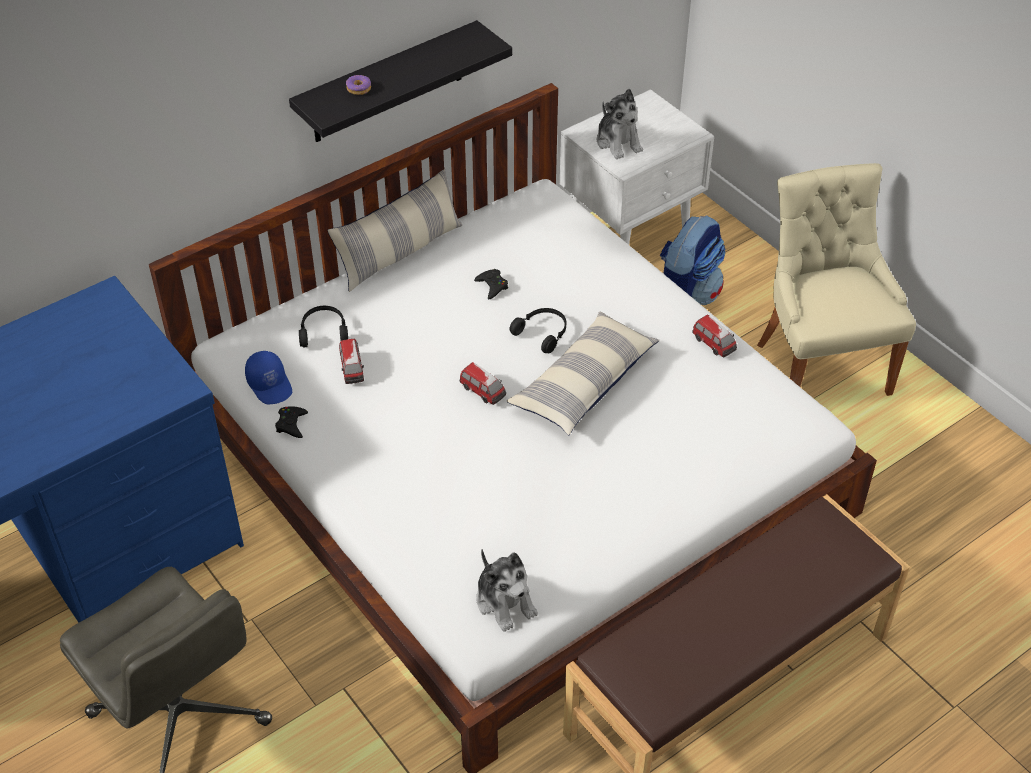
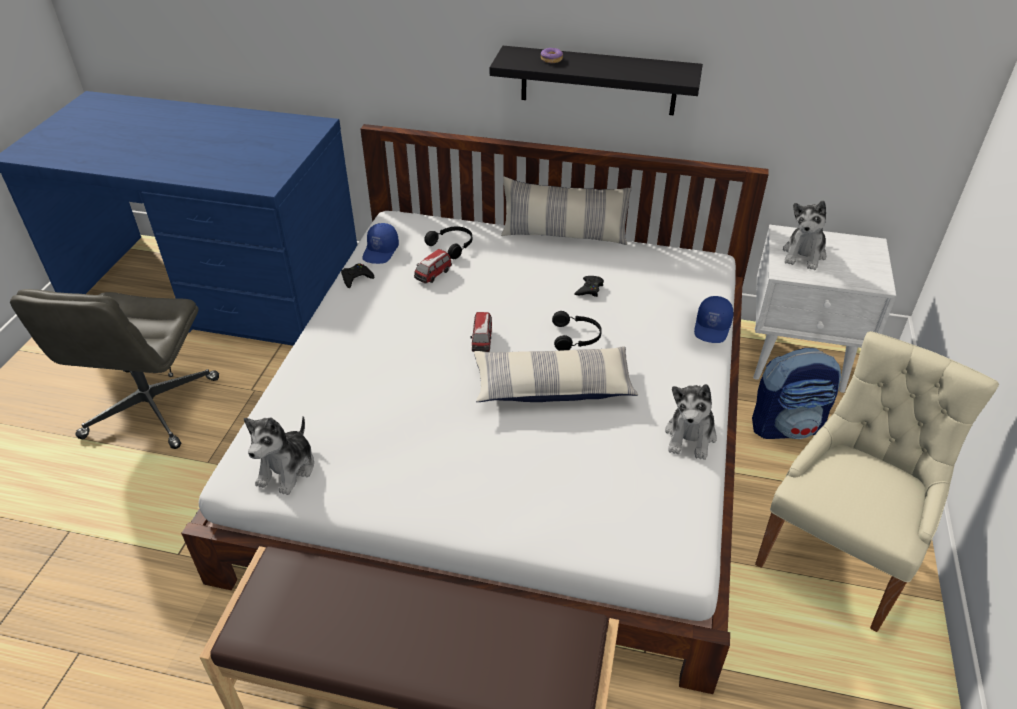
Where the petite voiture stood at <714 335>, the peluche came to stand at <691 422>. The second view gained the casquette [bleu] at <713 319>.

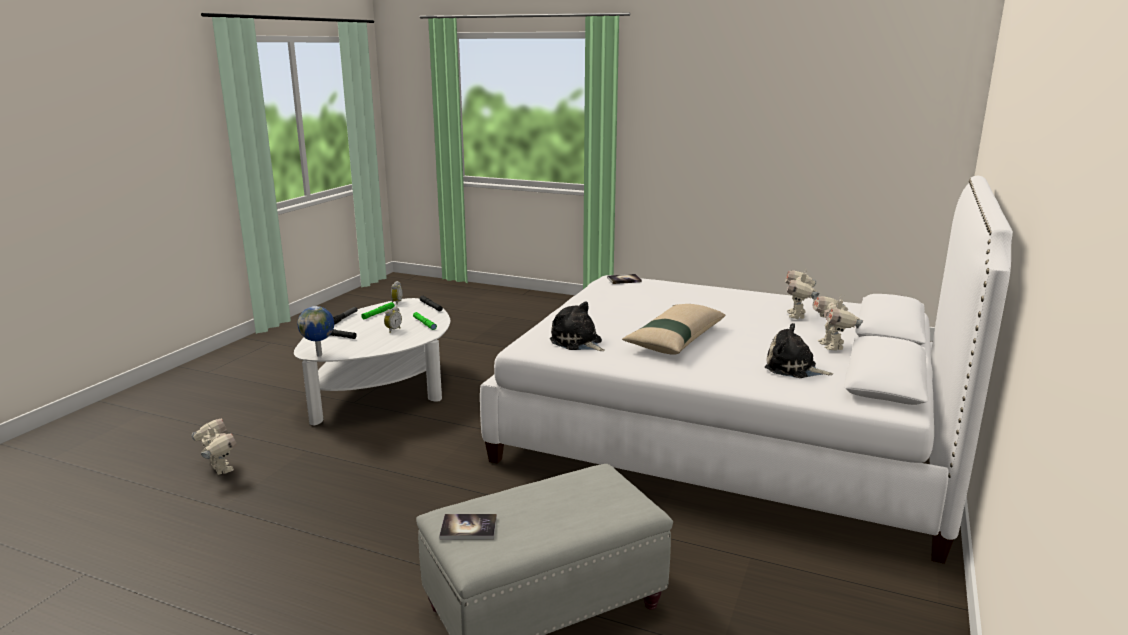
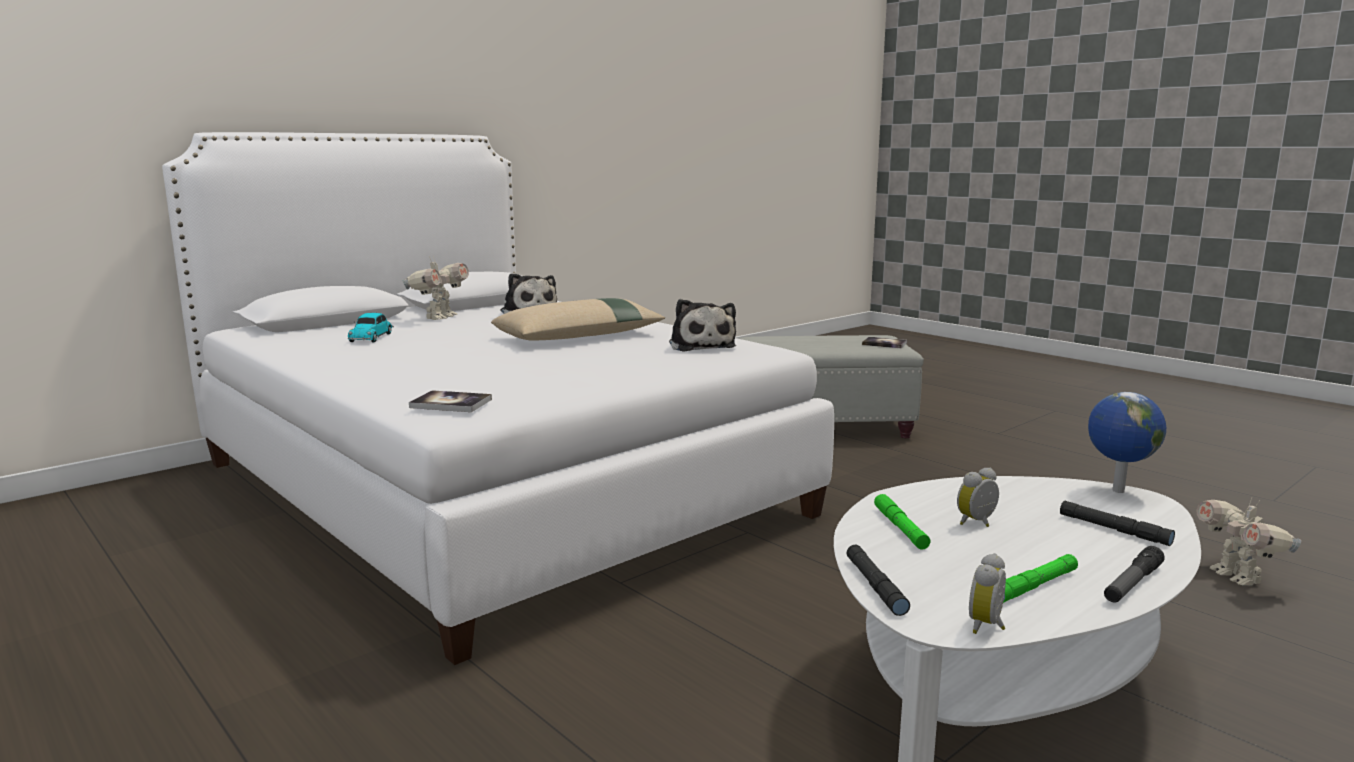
Where the robot jouet stood at <802 294>, the petite voiture came to stand at <371 328>.

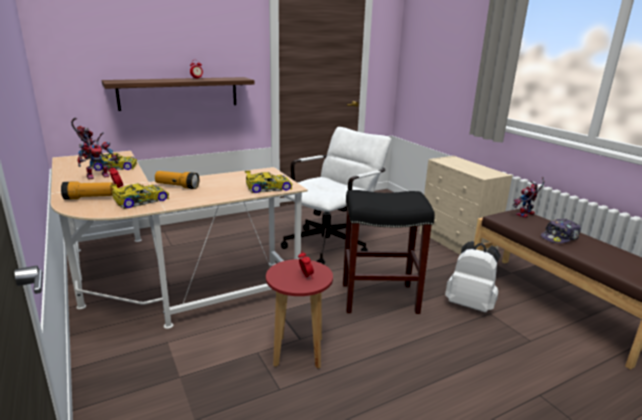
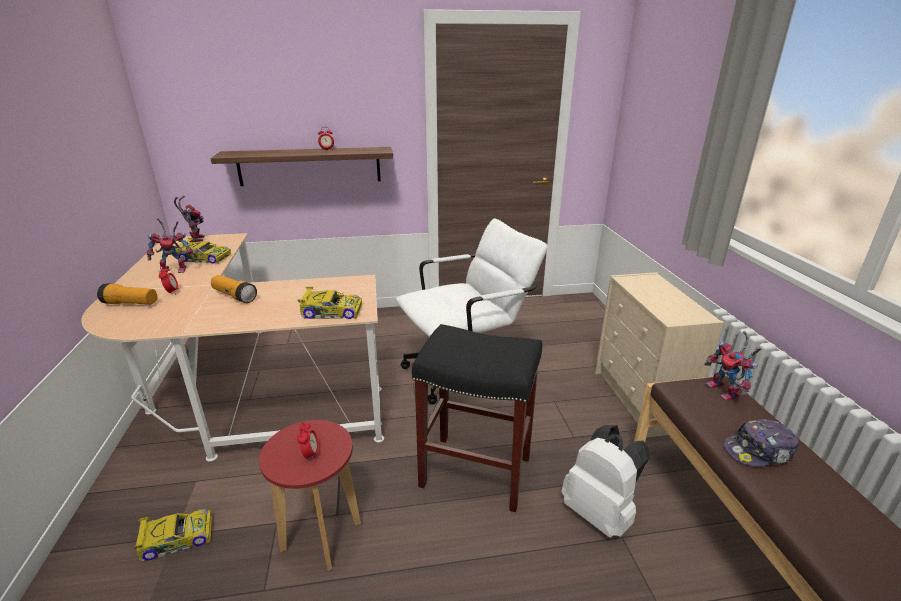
The petite voiture ended up elsewhere, having gone from <140 196> to <172 535>. The robot jouet at <528 197> ended up facing another way, 90 degrees counterclockwise from before.

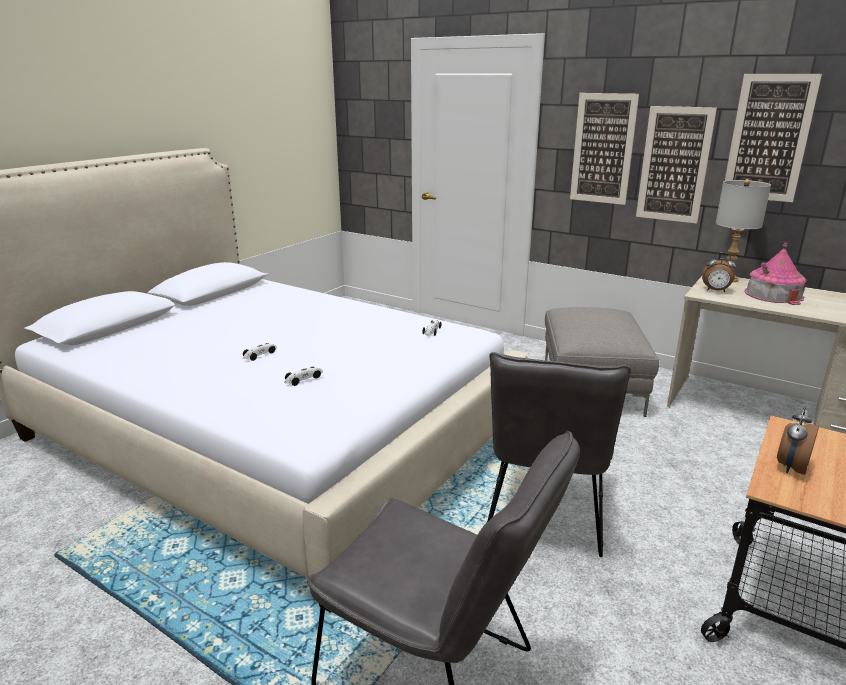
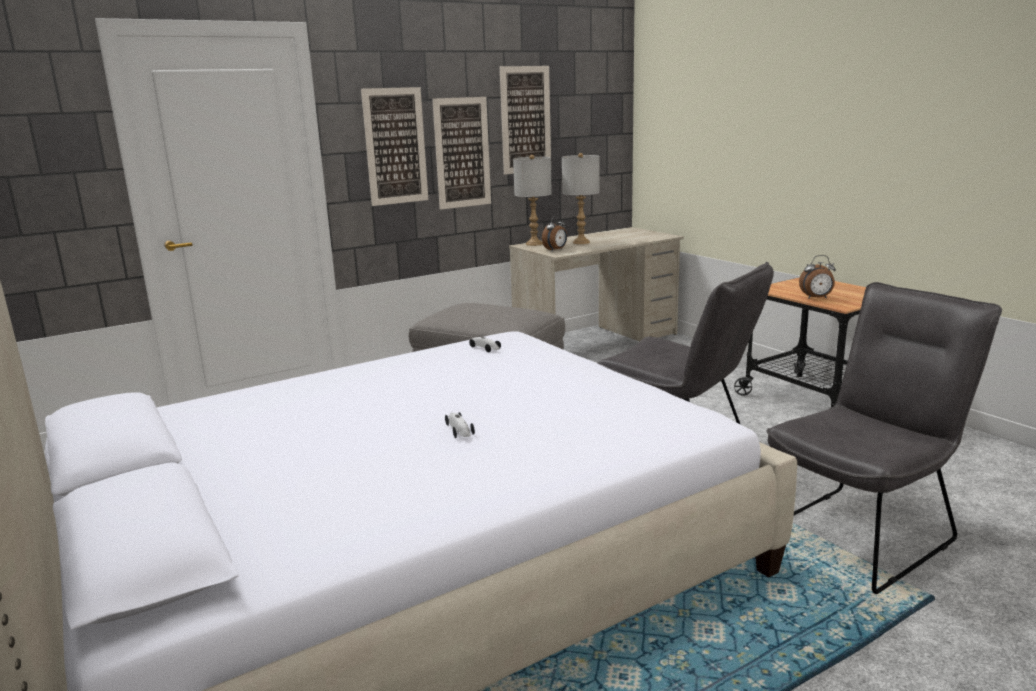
Where the maison miniature stood at <775 274>, the lampe de table [gris] came to stand at <581 198>. The réveil at <798 440> ended up facing another way, 60 degrees counterclockwise from before. The second view lost the petite voiture at <303 376>.

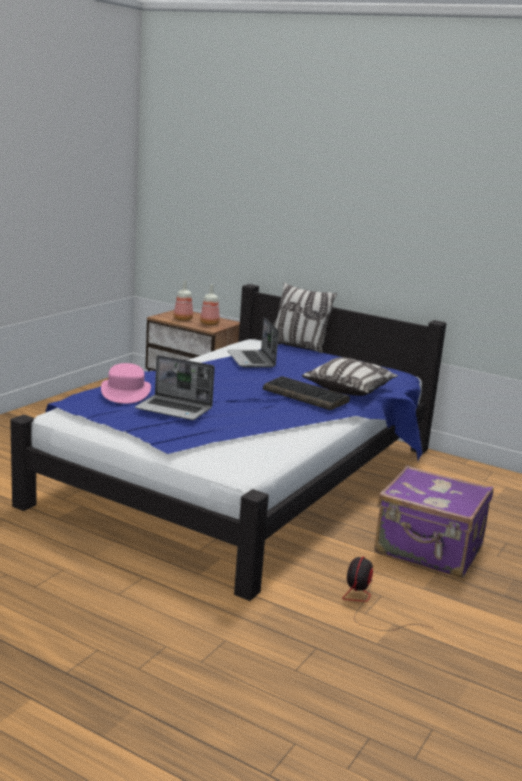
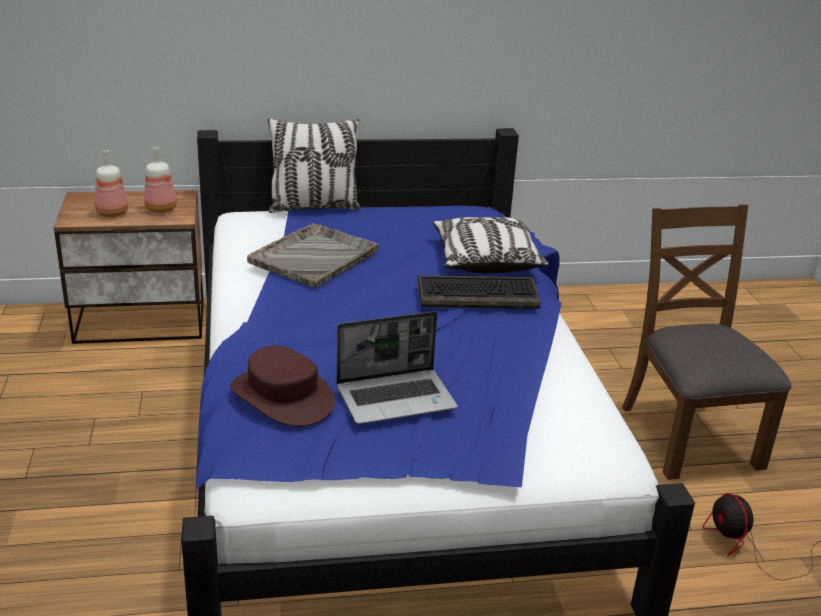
What was the chapeau [rose] at <126 383> turned into the chapeau [marron] at <282 386>. Where the ordinateur portable stood at <252 342>, the plateau [gris] came to stand at <312 255>. Where the valise [violet] stood at <433 521>, the chaise [marron] came to stand at <706 342>.

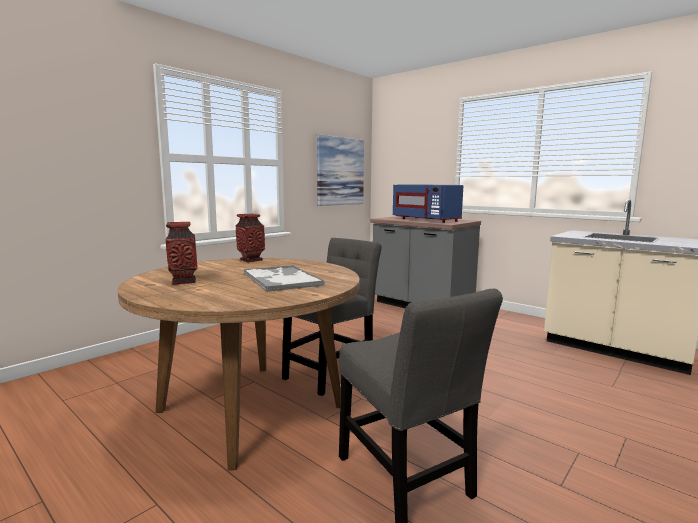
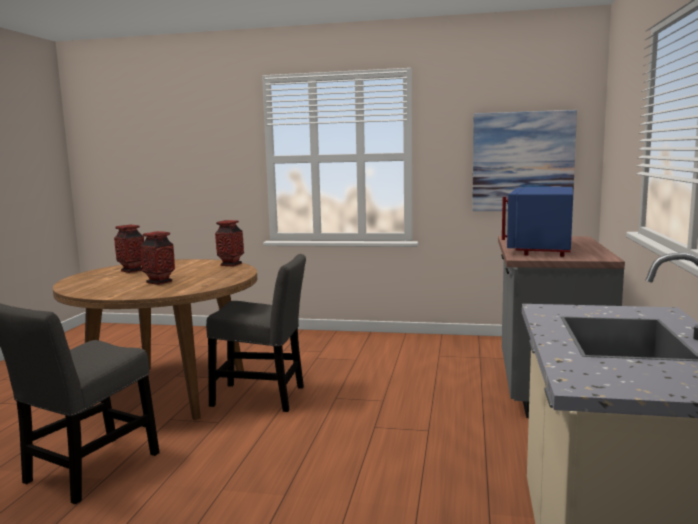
Where the plateau stood at <284 278>, the vase came to stand at <157 258>.

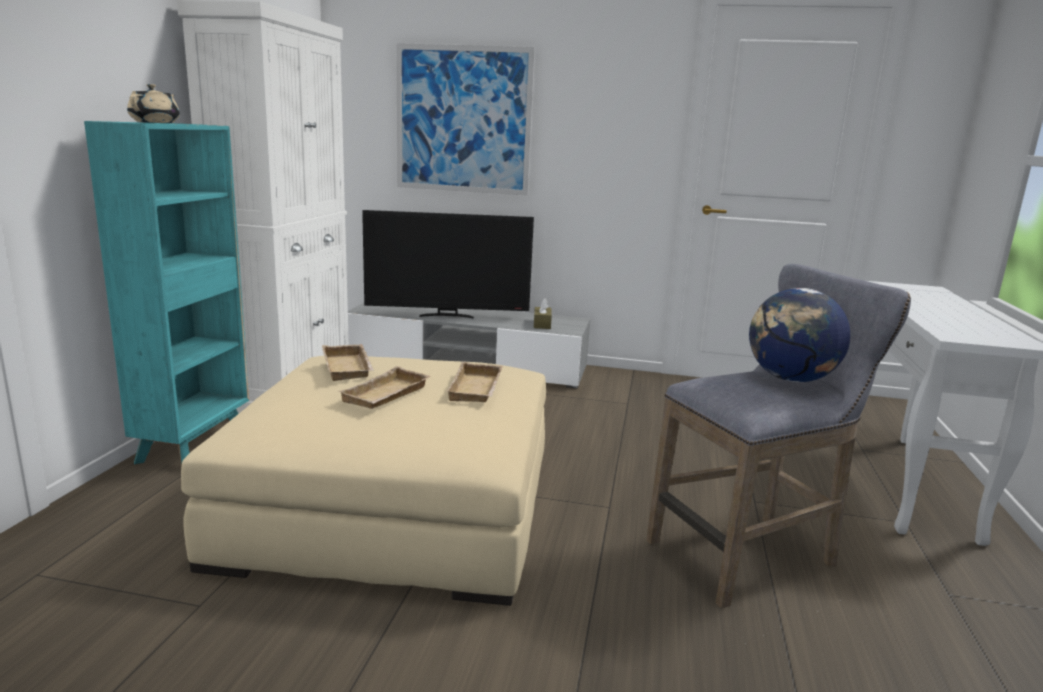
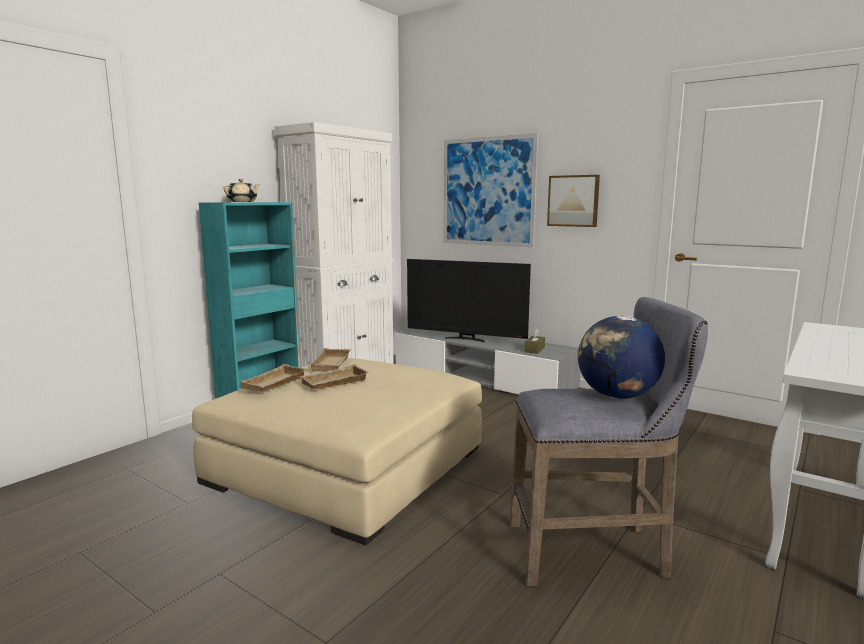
The plateau [beige] ended up elsewhere, having gone from <474 382> to <273 378>. The second view gained the tableau at <573 201>.

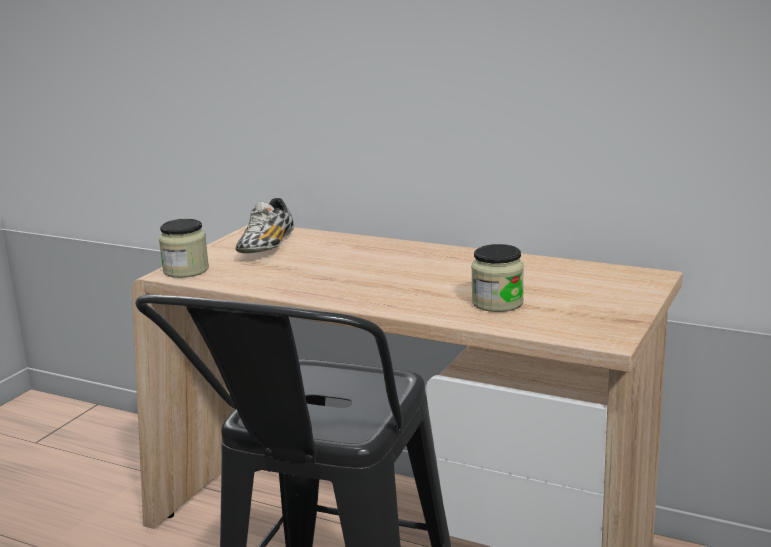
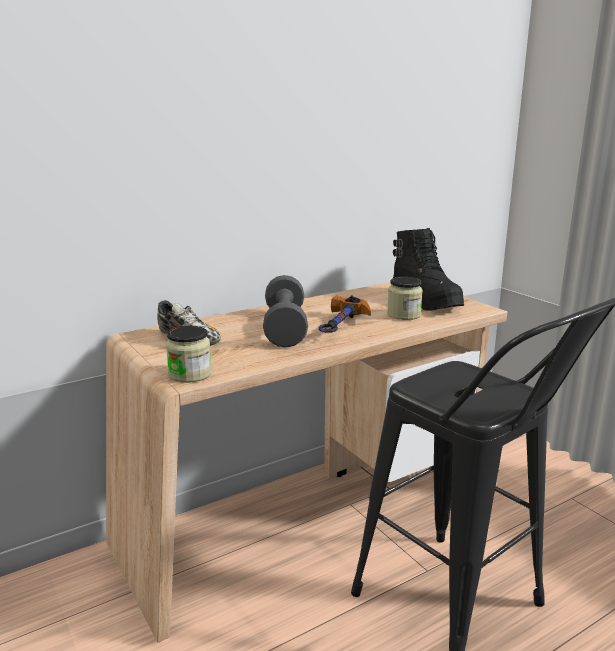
The second view gained the haltère [gris] at <285 311>. The second view gained the marteau at <344 314>. The second view gained the botte [noir] at <428 269>.

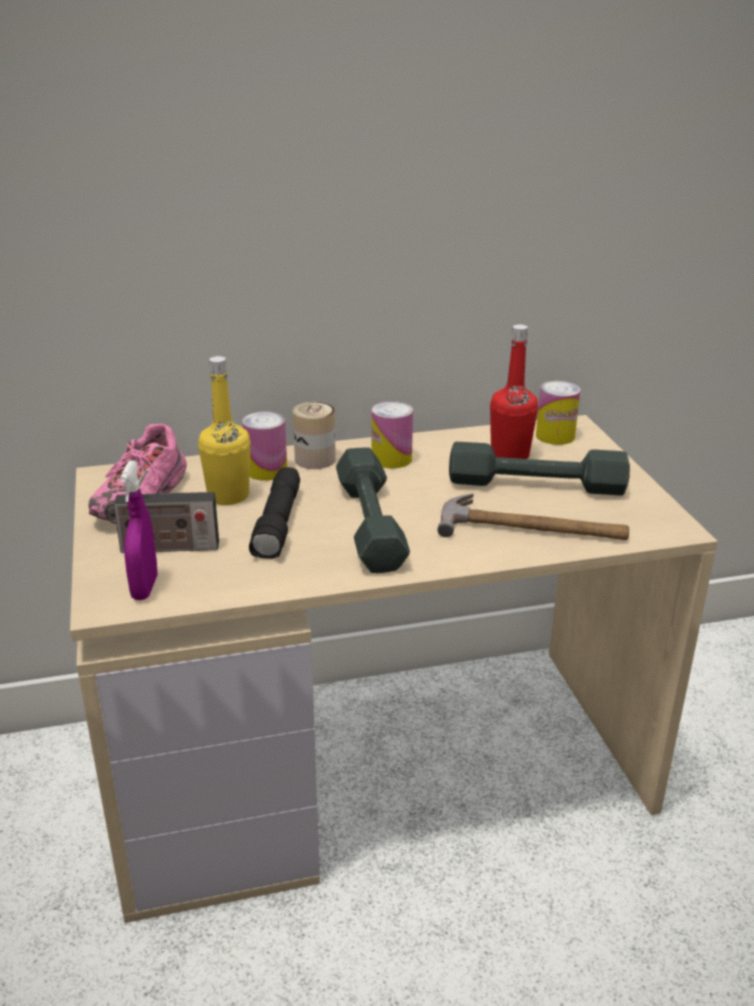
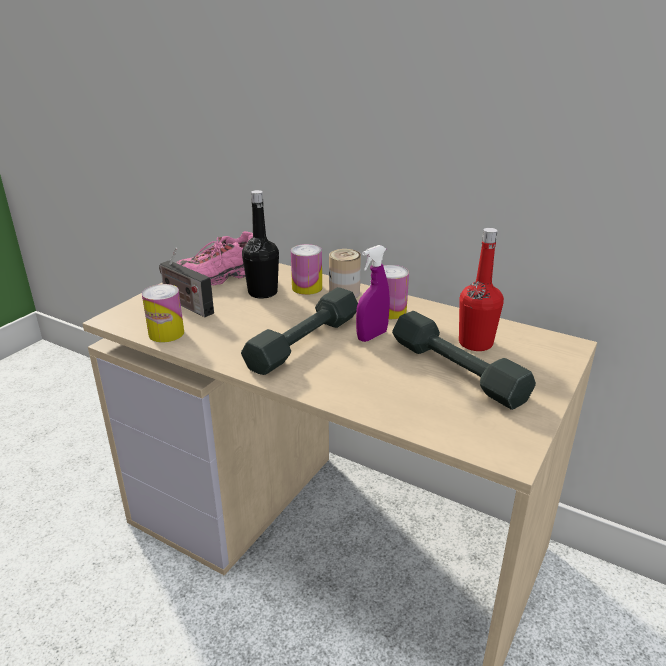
The boîte métallique ended up elsewhere, having gone from <558 413> to <163 313>. What was the bouteille [jaune] at <224 430> turned into the bouteille [noir] at <260 244>. The vaporisateur [violet] ended up elsewhere, having gone from <138 530> to <373 293>. The second view lost the lampe de poche [noir] at <274 512>. The second view lost the marteau at <533 517>.

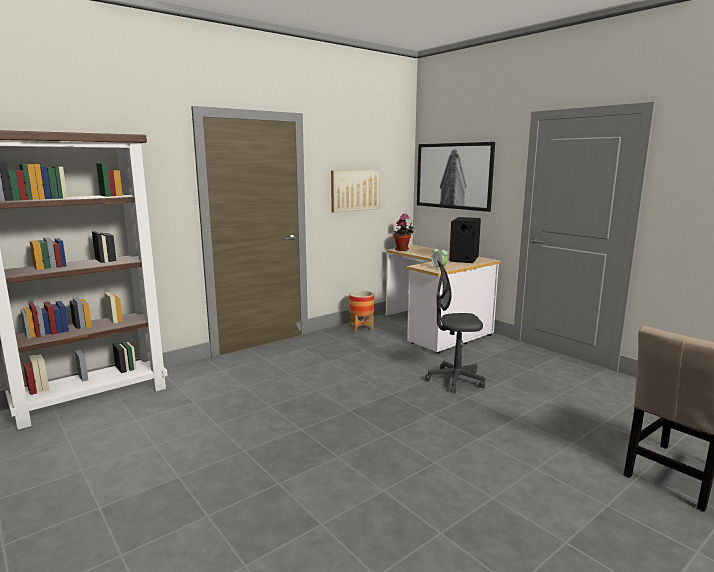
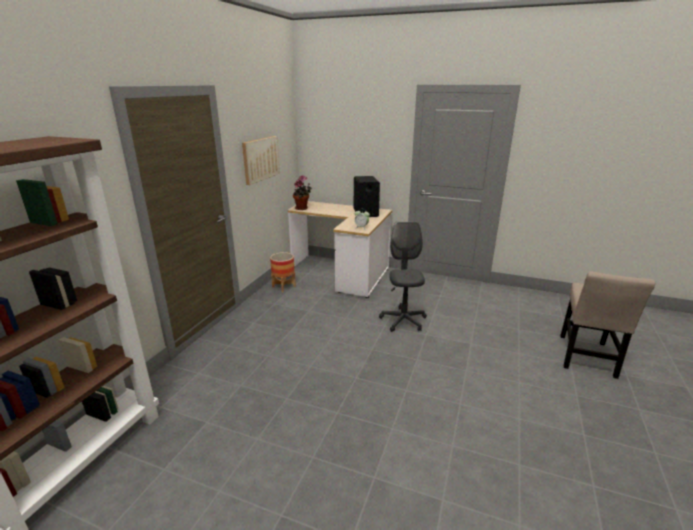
The chaise de bureau [gris] at <455 326> ended up facing another way, 120 degrees clockwise from before. The second view lost the tableau at <456 177>.

